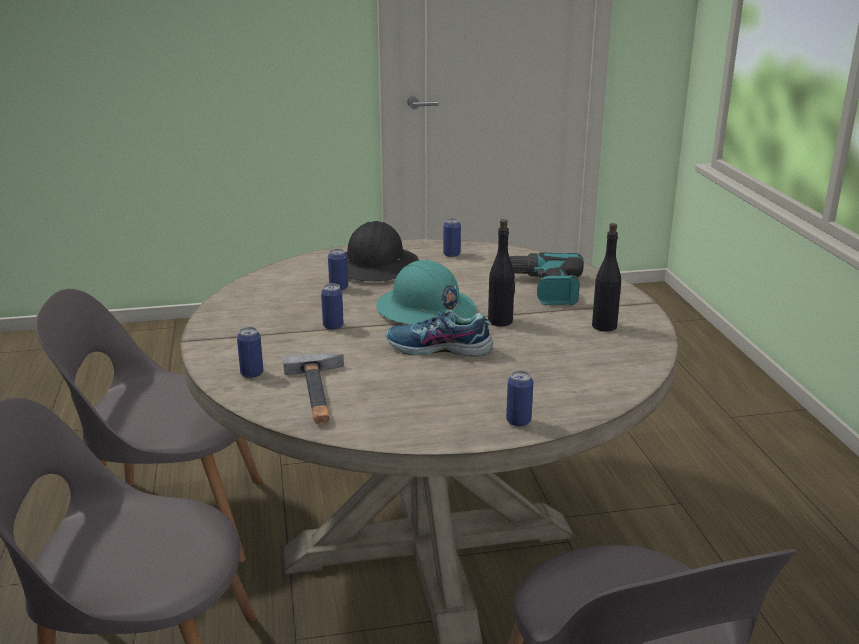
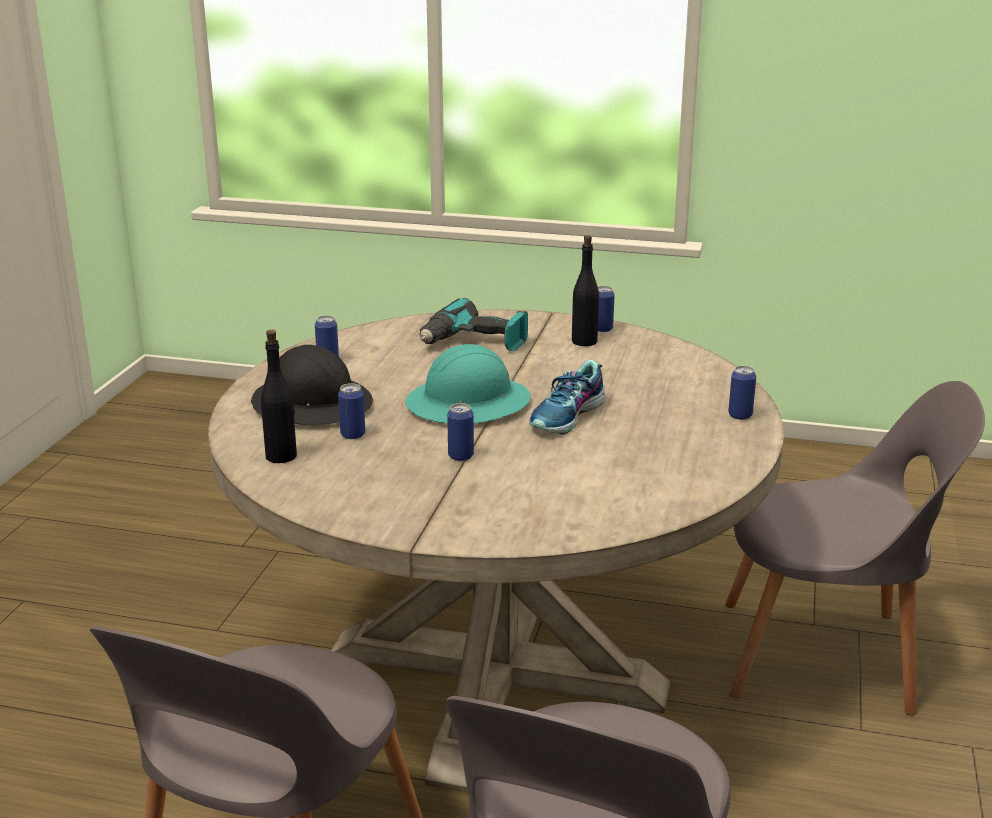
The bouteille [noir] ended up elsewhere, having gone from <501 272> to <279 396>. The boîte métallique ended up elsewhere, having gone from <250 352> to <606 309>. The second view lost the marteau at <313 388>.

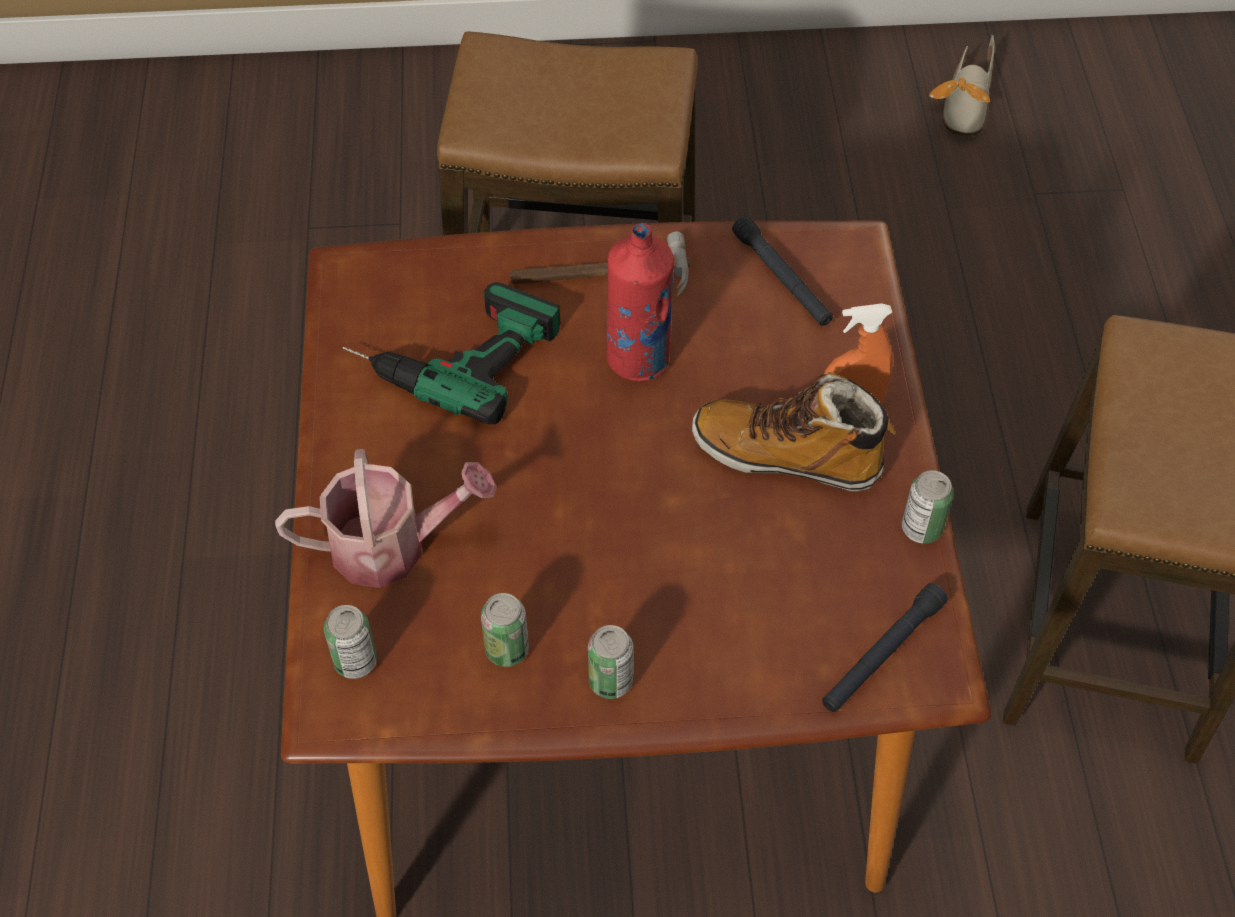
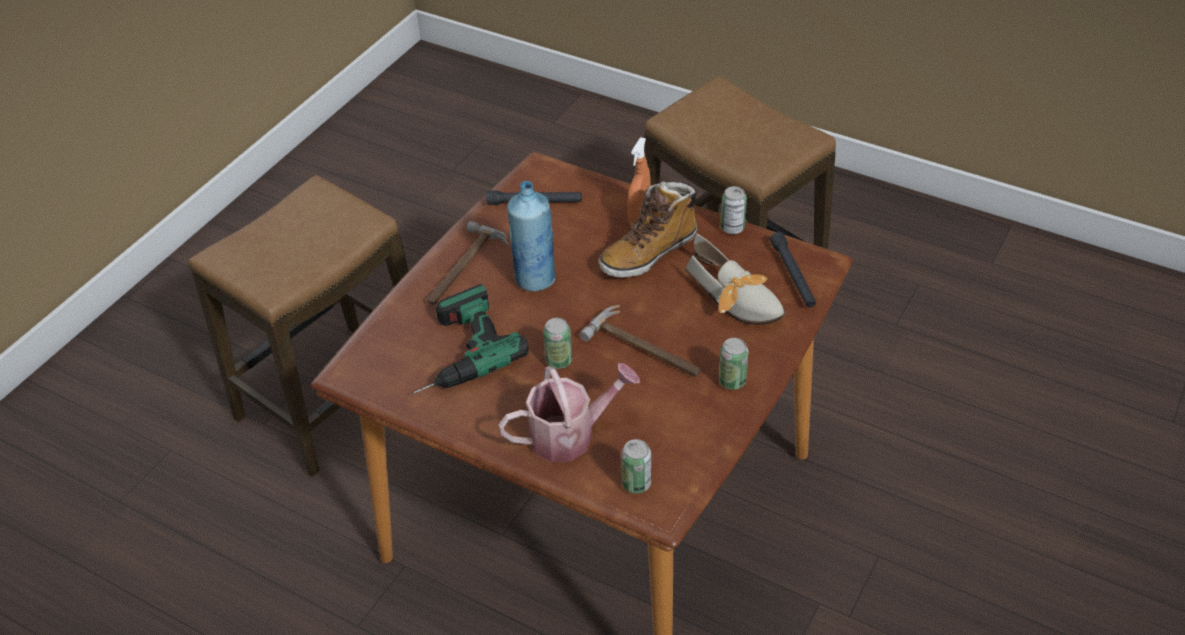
The arrosoir at <386 518> ended up facing another way, 45 degrees clockwise from before. What was the bouteille [rouge] at <640 302> turned into the bouteille [bleu] at <531 236>. The boîte métallique ended up elsewhere, having gone from <505 630> to <557 343>. The second view gained the marteau at <640 341>. The chaussure ended up elsewhere, having gone from <962 85> to <735 279>.

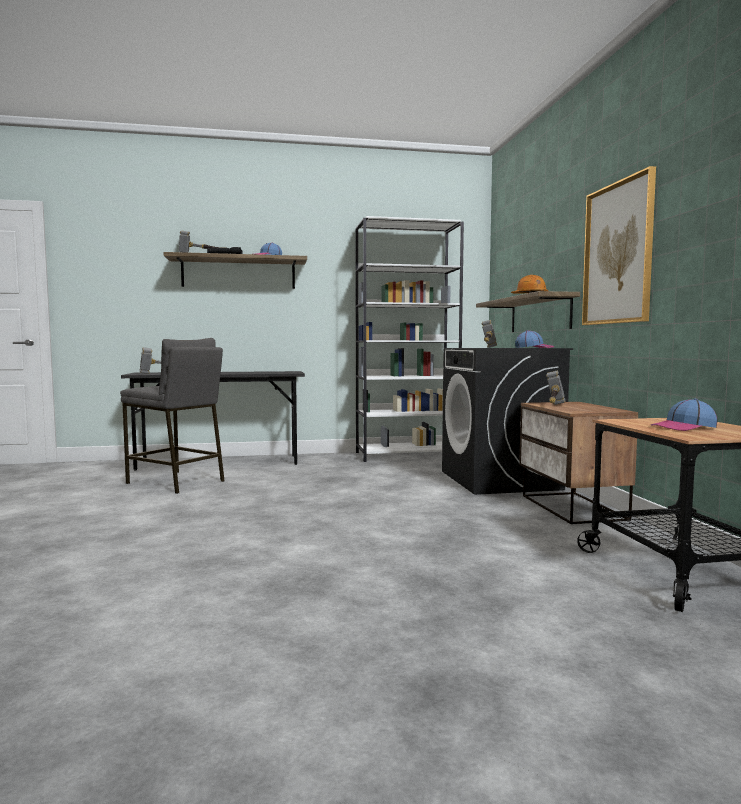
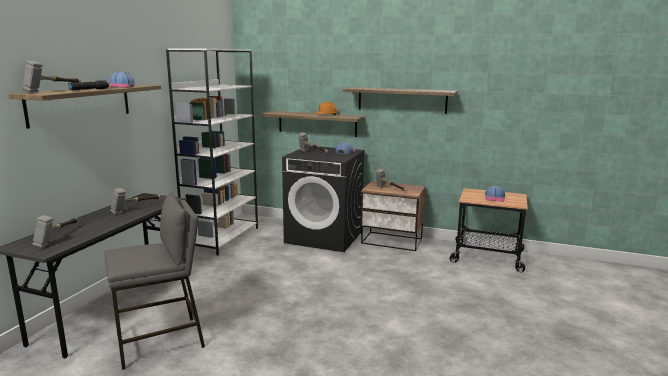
The second view gained the marteau at <135 201>. Where the tableau hung at <619 245>, the étagère came to hang at <400 100>.

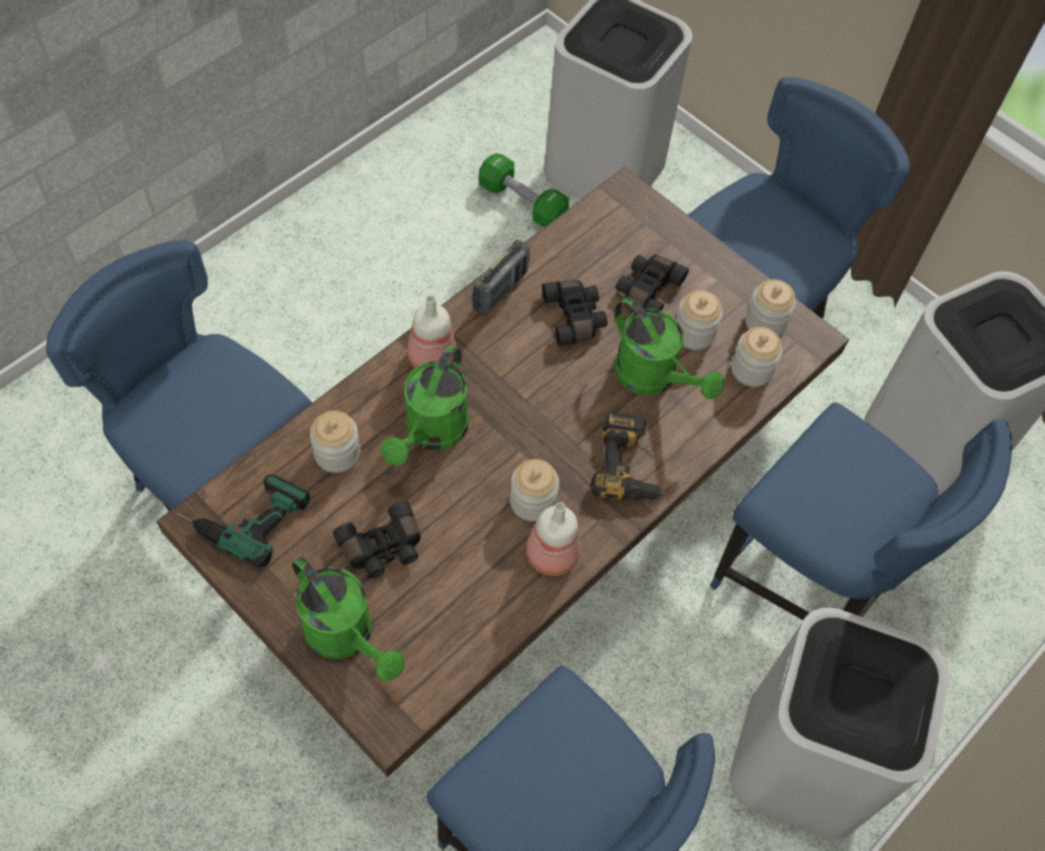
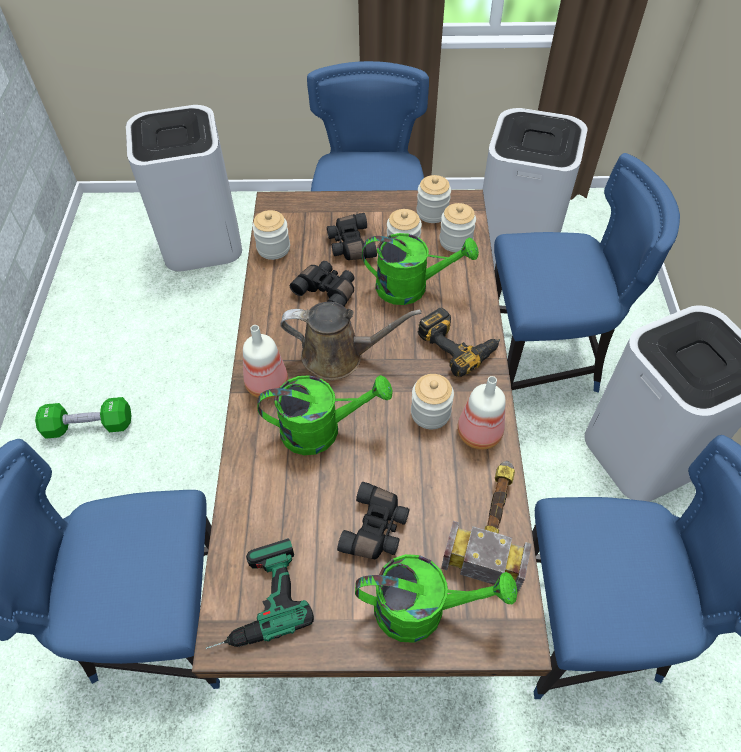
The haltère [vert] ended up elsewhere, having gone from <524 190> to <83 418>. The bocal ended up elsewhere, having gone from <335 442> to <271 235>. The arrosoir [vert] at <425 405> ended up facing another way, 75 degrees counterclockwise from before. The second view gained the arrosoir [marron] at <351 341>. The second view gained the marteau at <486 526>. The second view lost the radio at <501 278>.

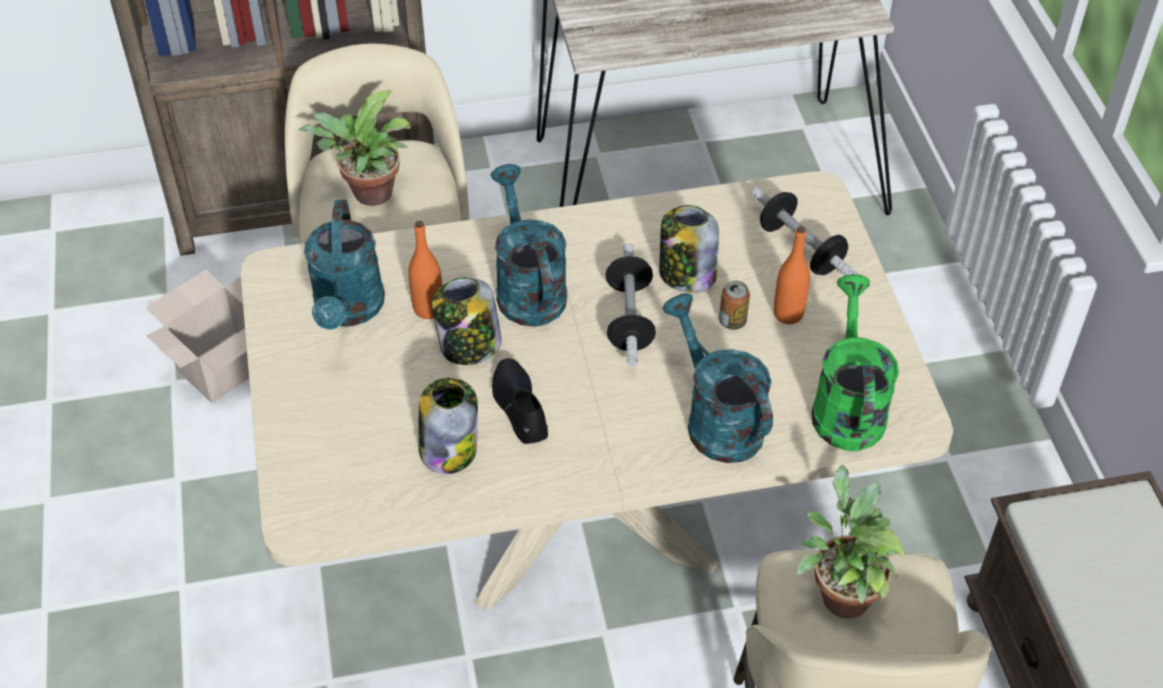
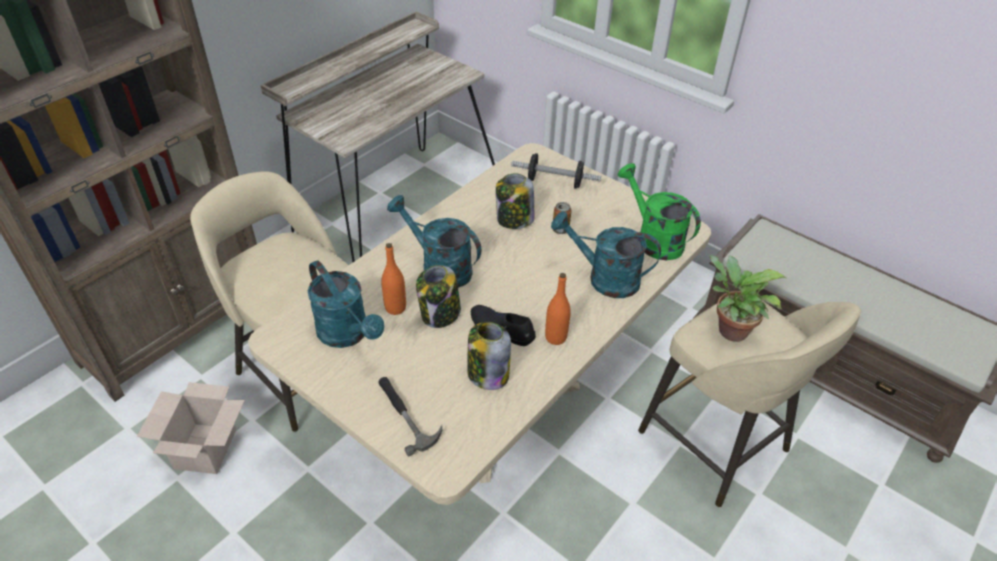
The second view gained the marteau at <410 416>. The bouteille [orange] ended up elsewhere, having gone from <792 275> to <558 309>. The second view lost the plante en pot at <355 148>. The second view lost the haltère at <631 305>.

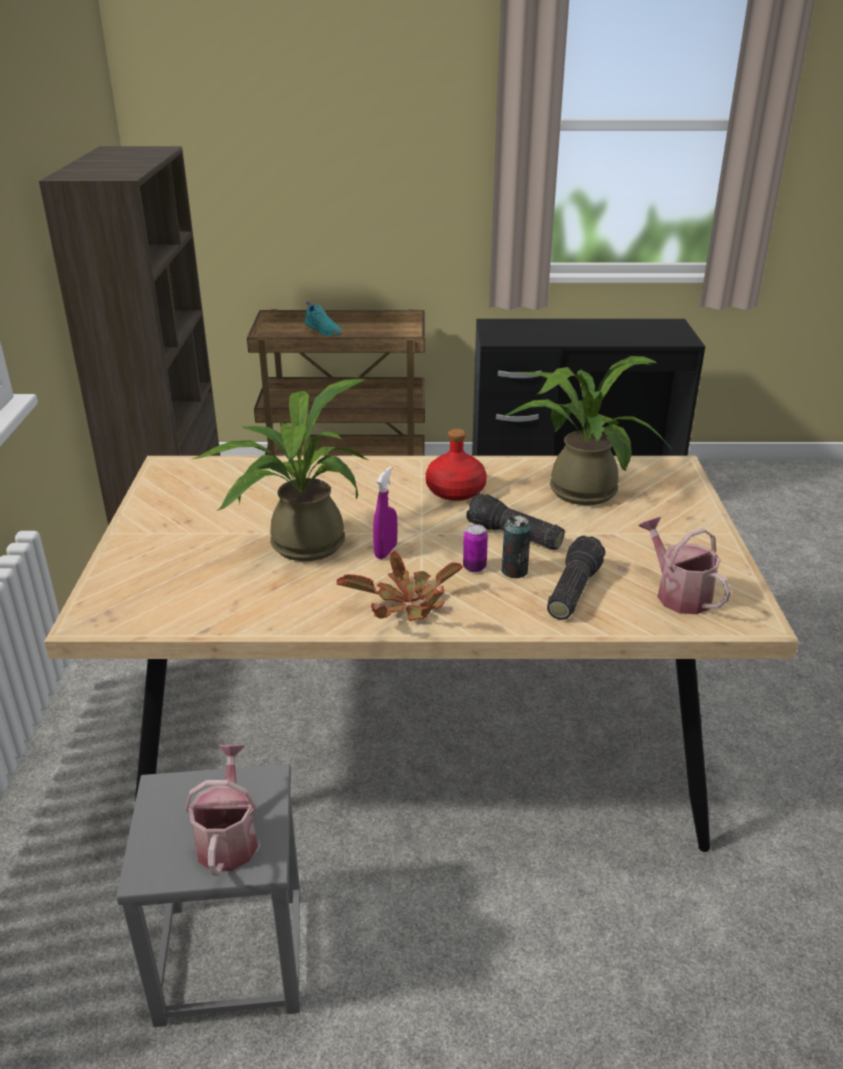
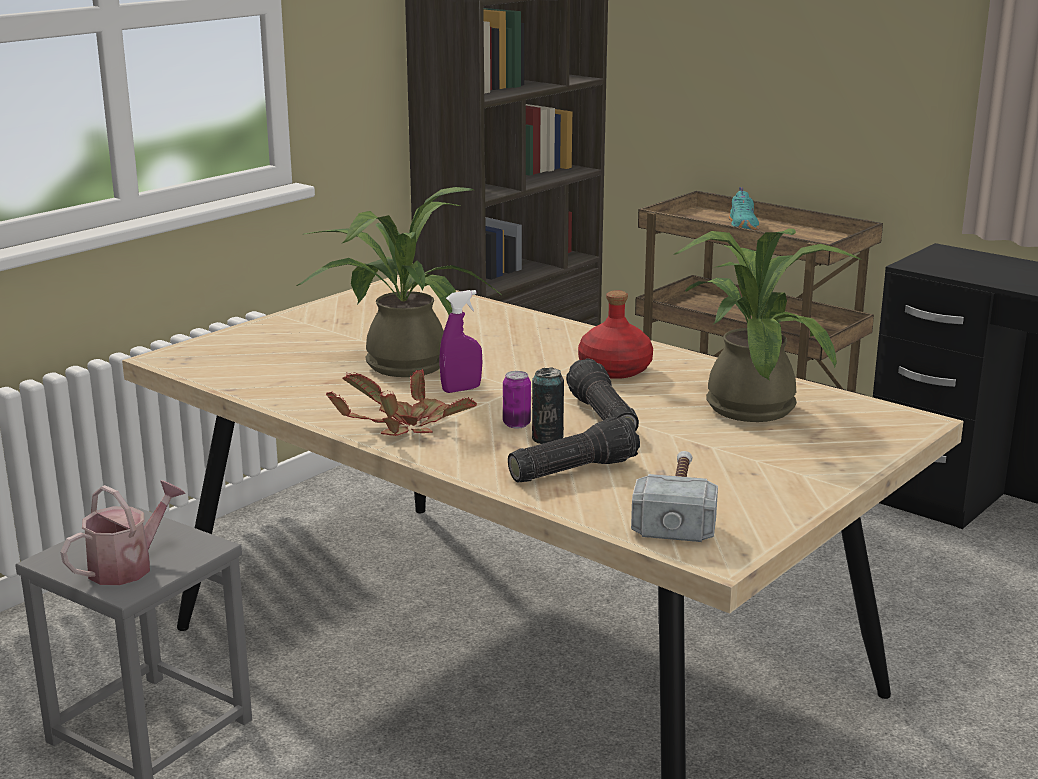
Where the arrosoir stood at <684 565>, the marteau came to stand at <674 496>.

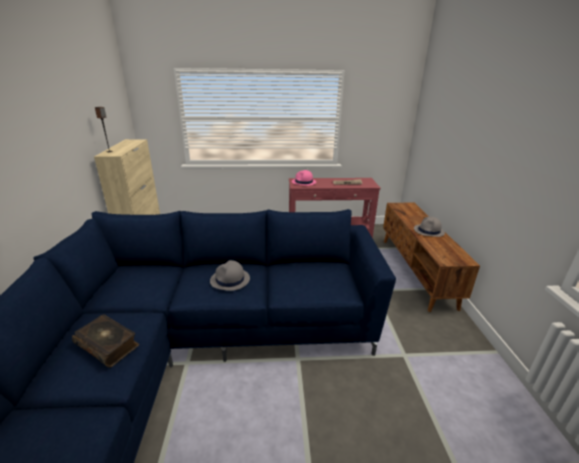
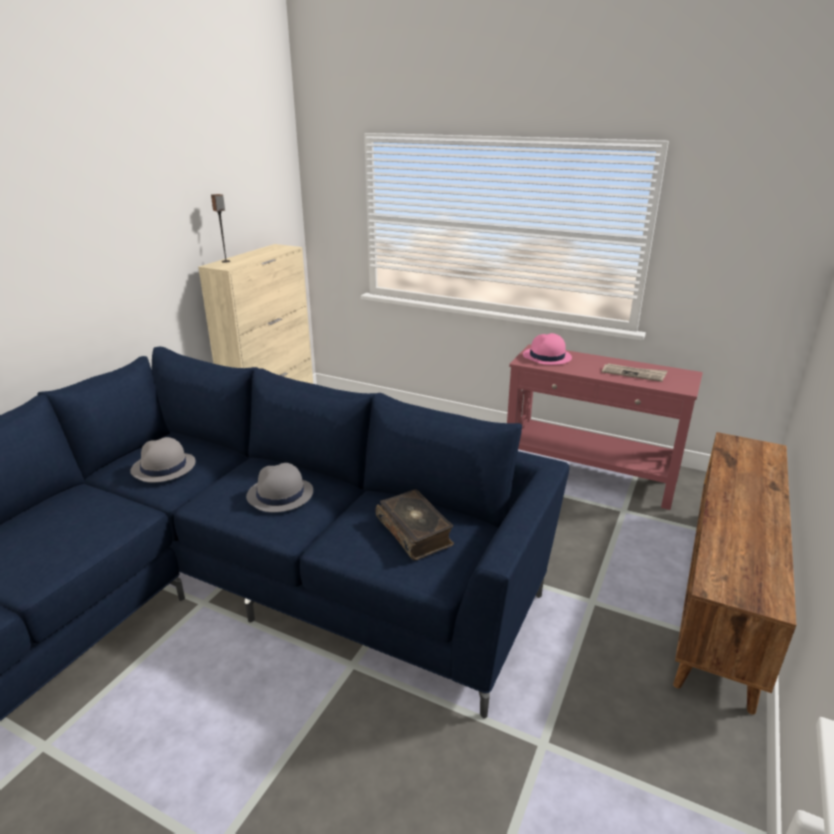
The chapeau [gris] ended up elsewhere, having gone from <429 227> to <163 460>. The livre ended up elsewhere, having gone from <105 341> to <414 524>.

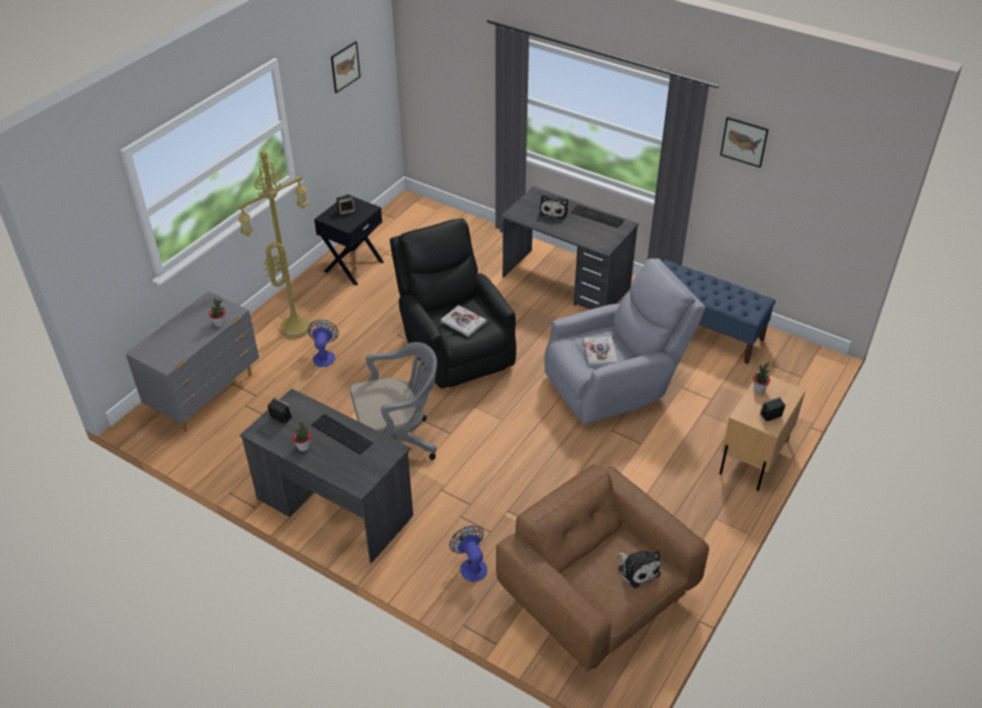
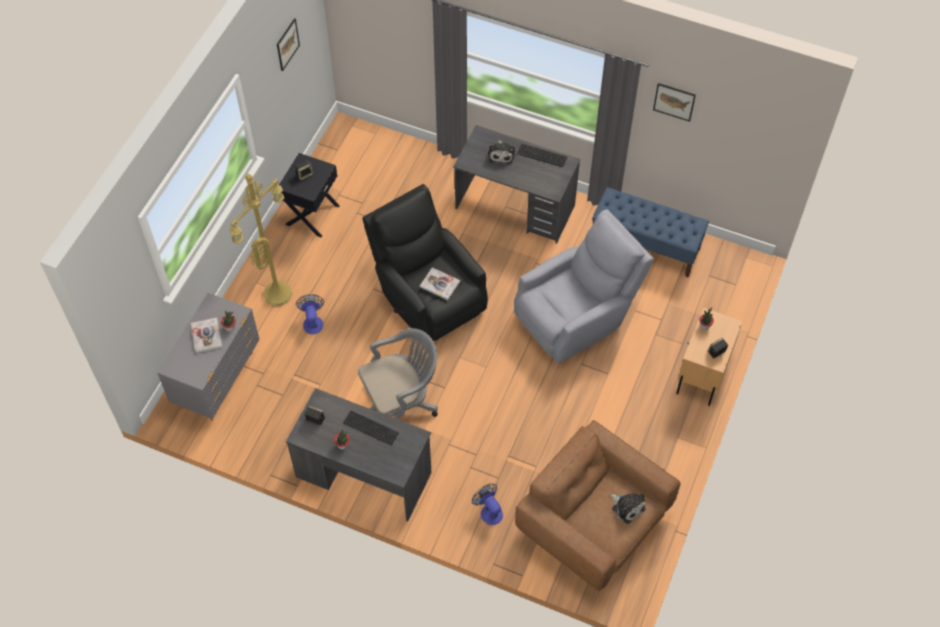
The livre ended up elsewhere, having gone from <600 351> to <207 335>.

